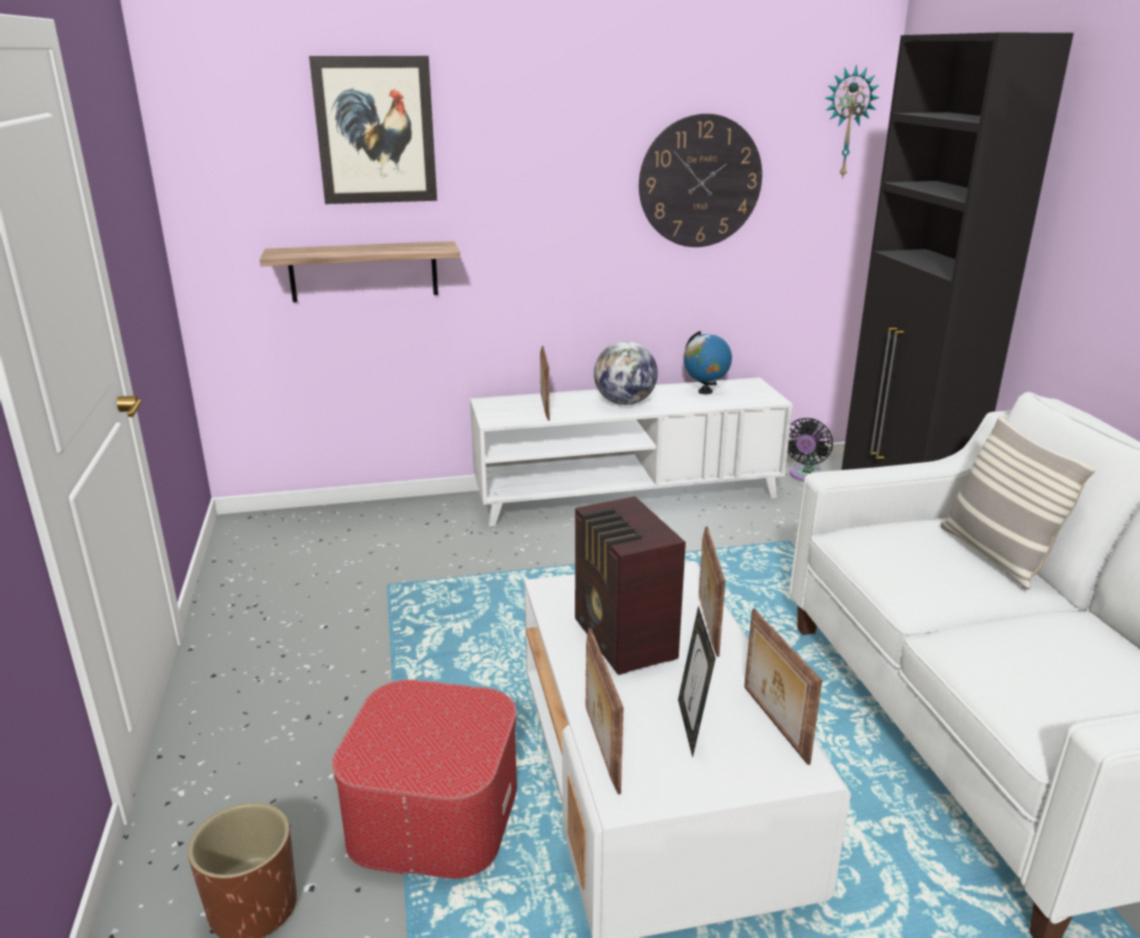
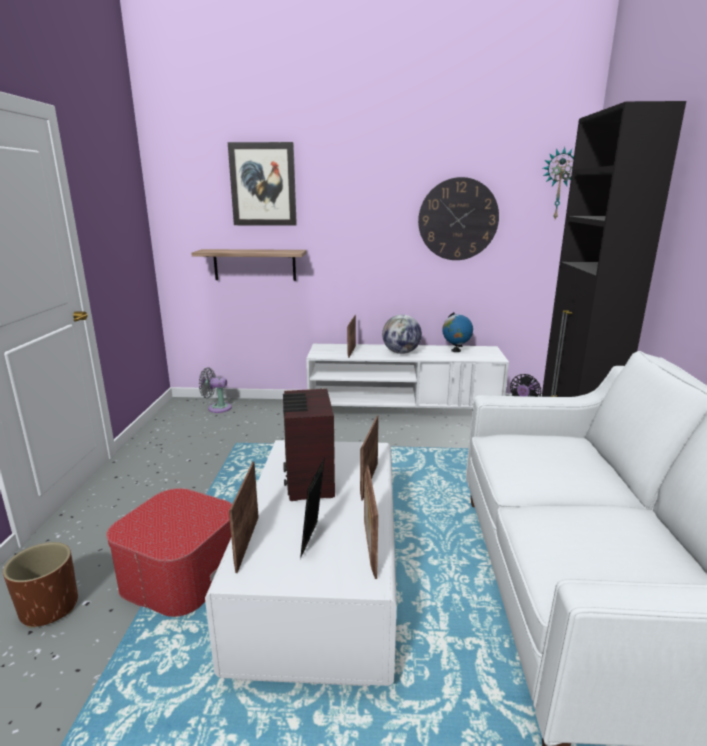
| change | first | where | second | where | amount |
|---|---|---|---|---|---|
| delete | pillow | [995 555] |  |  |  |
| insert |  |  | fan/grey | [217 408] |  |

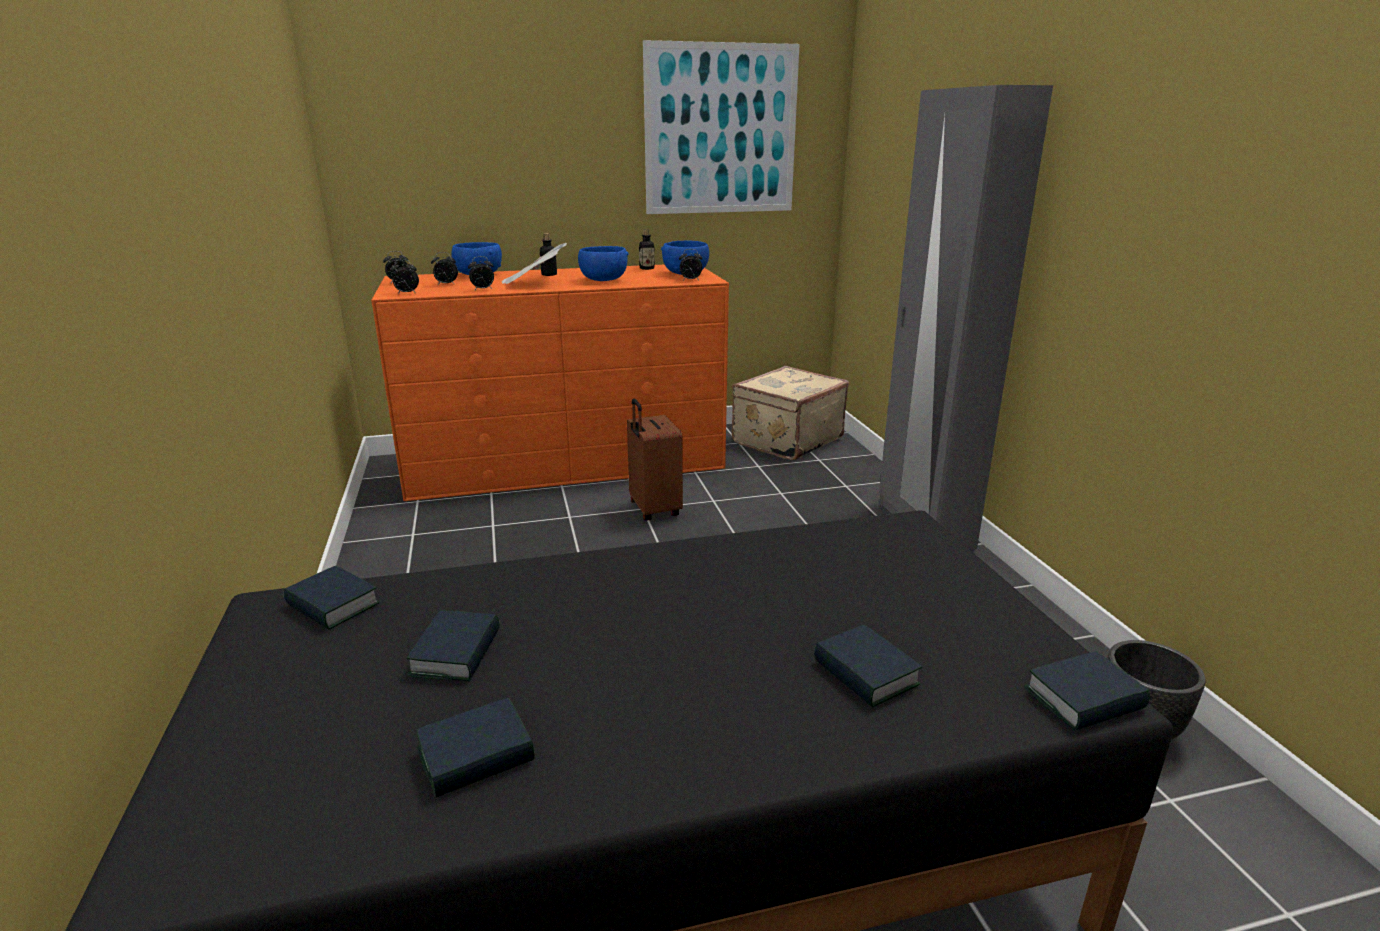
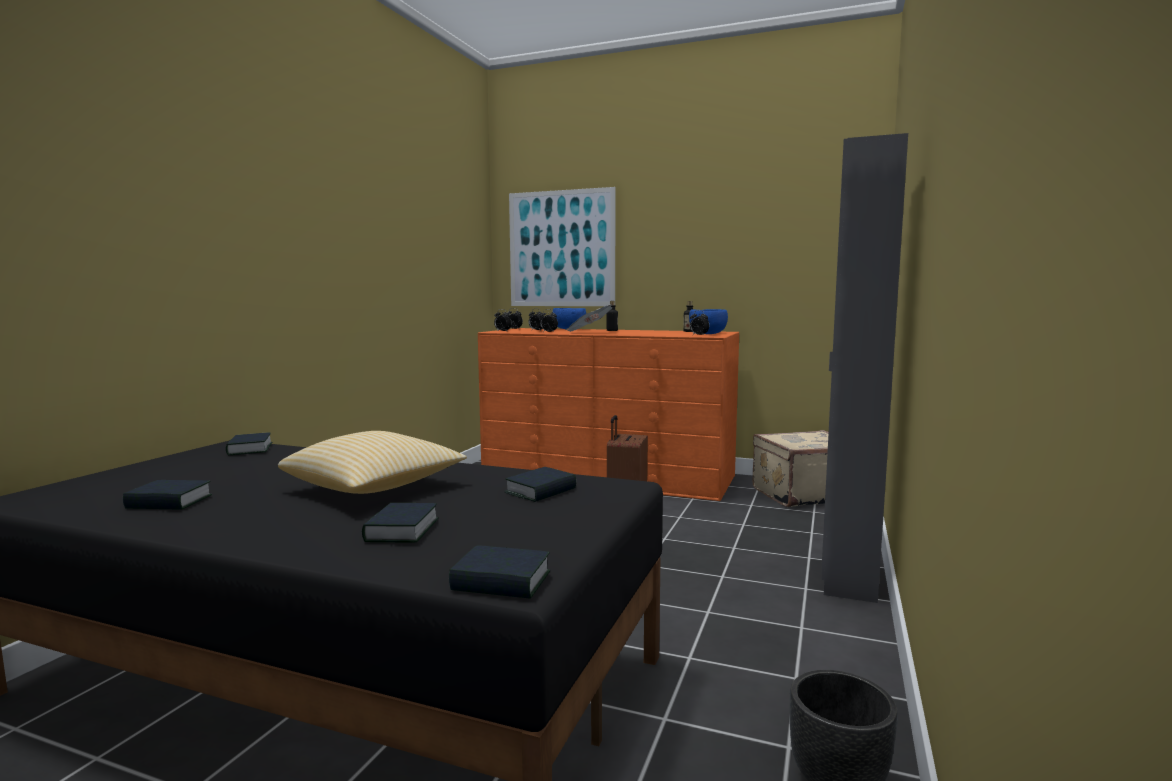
| change | first | where | second | where | amount |
|---|---|---|---|---|---|
| move | book | [456 653] |  | [541 491] |  |
| delete | bowl/blue | [603 280] |  |  |  |
| move | picture | [721 130] |  | [561 249] |  |
| insert |  |  | pillow | [374 488] |  |

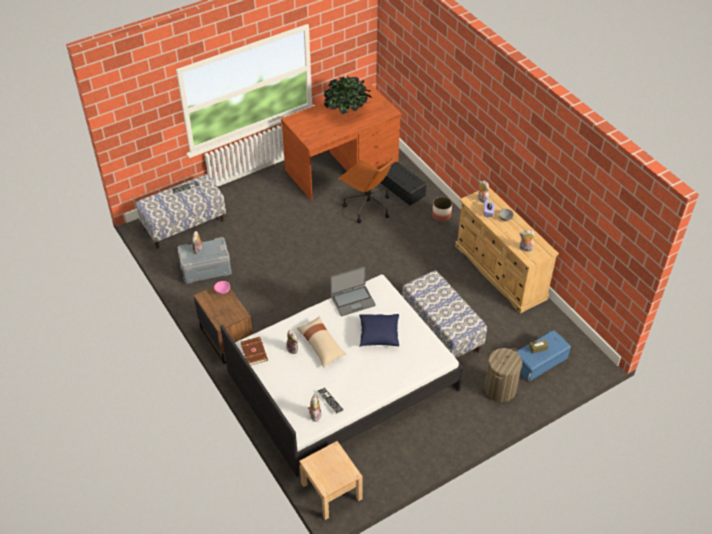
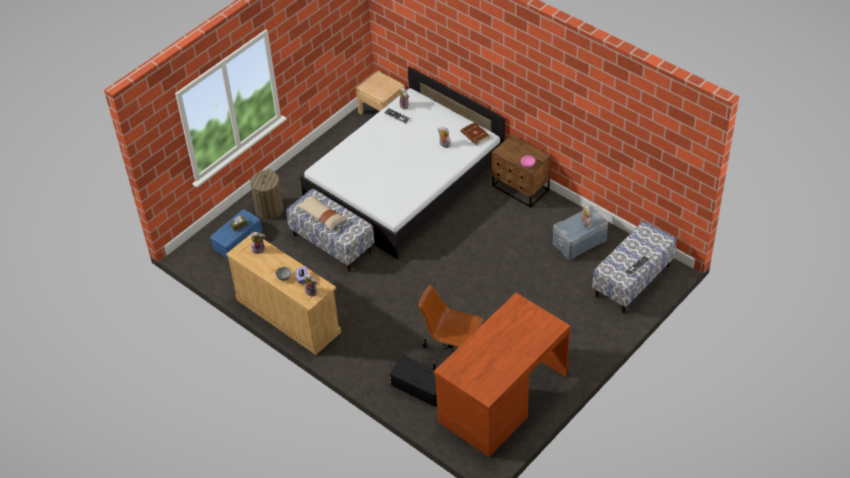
| change | first | where | second | where | amount |
|---|---|---|---|---|---|
| move | pillow/beige | [321 345] |  | [322 216] |  |
| delete | potted plant | [347 113] |  |  |  |
| delete | laptop | [352 300] |  |  |  |
| delete | pillow/blue | [378 335] |  |  |  |
| delete | planter | [441 215] |  |  |  |

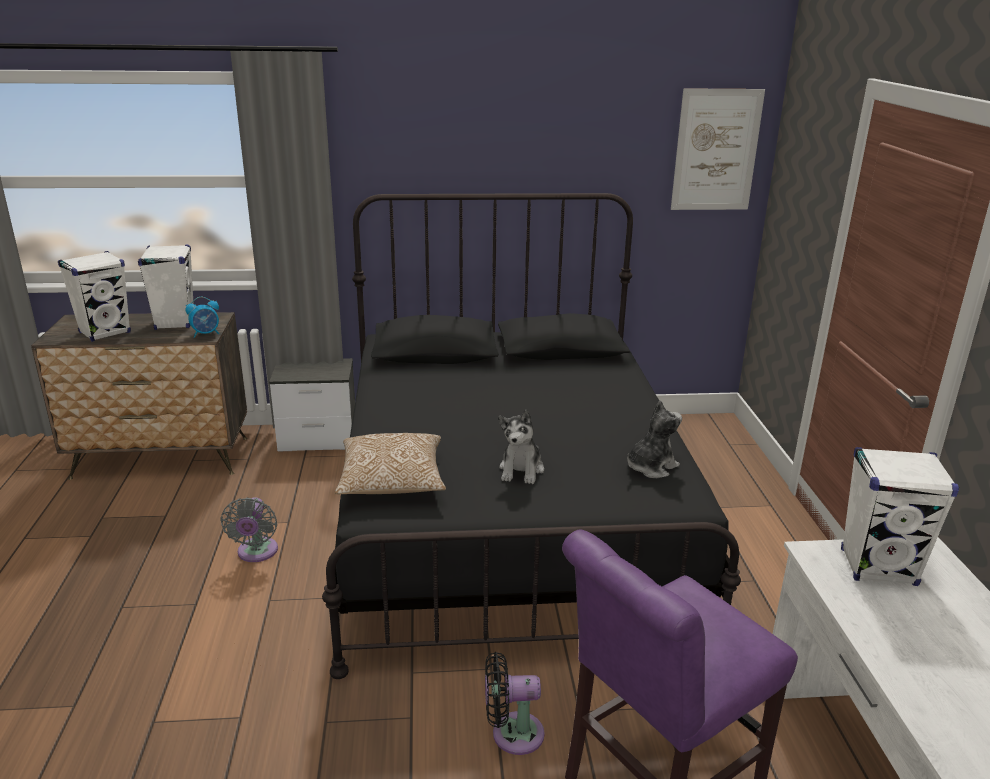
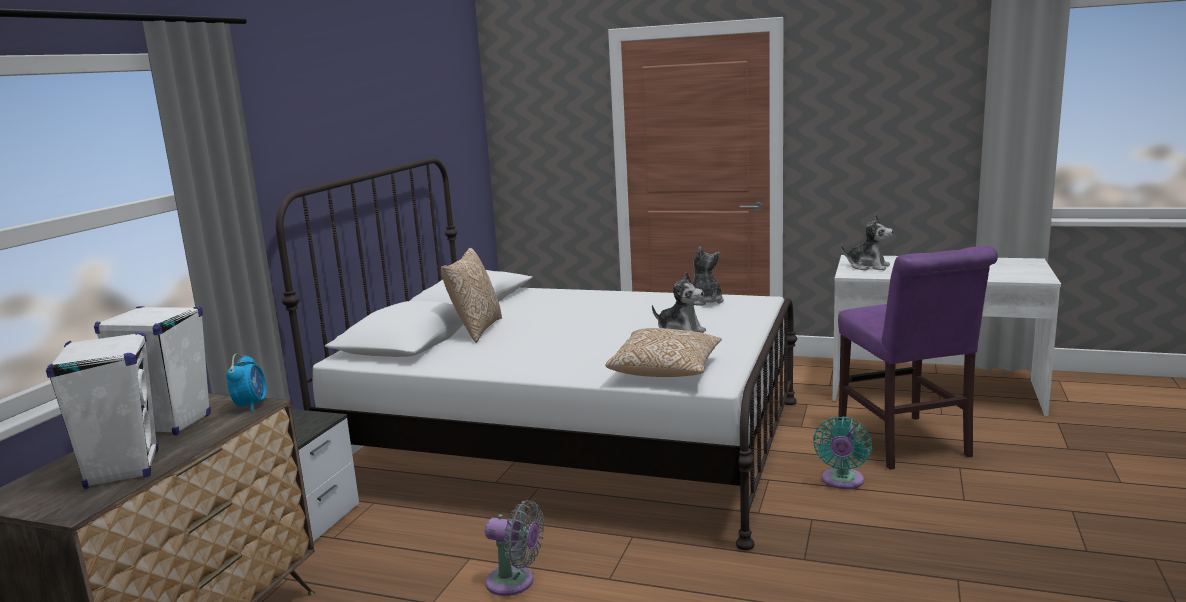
| change | first | where | second | where | amount |
|---|---|---|---|---|---|
| recolor | bed/black | [508 519] | bed/white | [573 444] |  |
| recolor | fan/black | [512 733] | fan/turquoise | [842 481] |  |
| delete | picture | [716 150] |  |  |  |
| replace | speaker/white | [878 567] | plush toy | [868 266] |  |
| insert |  |  | pillow | [475 330] |  |

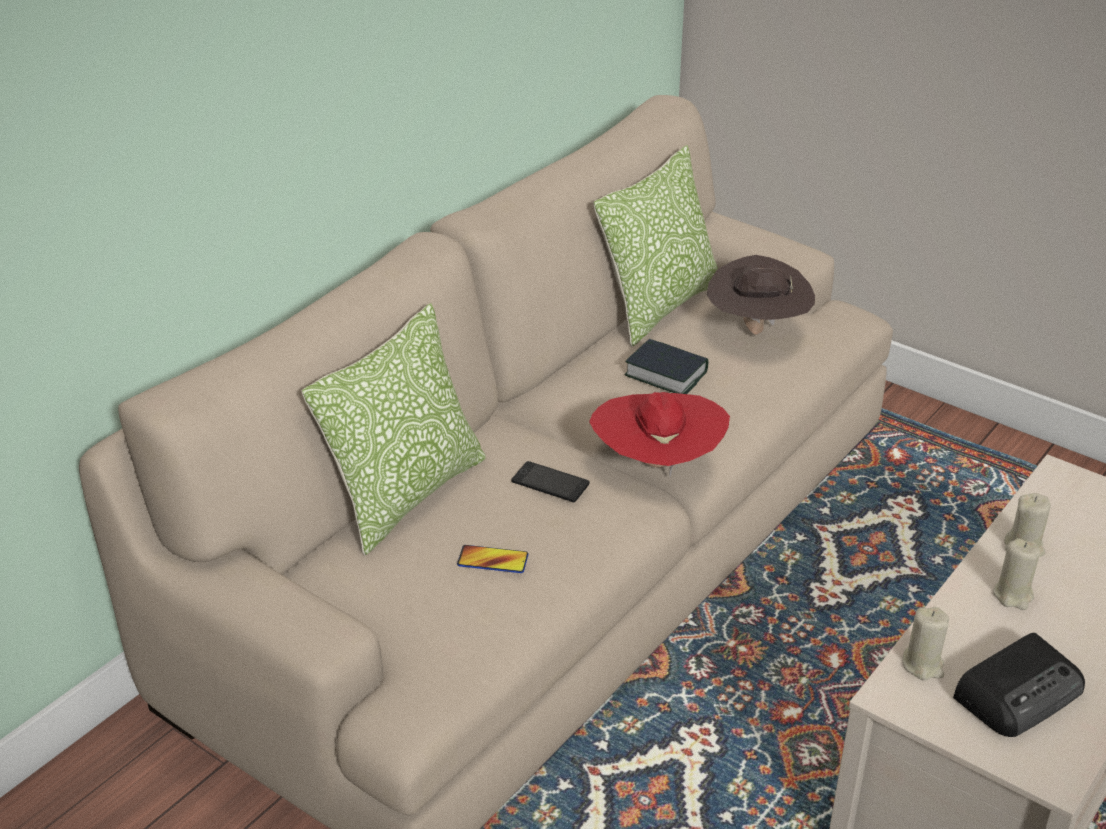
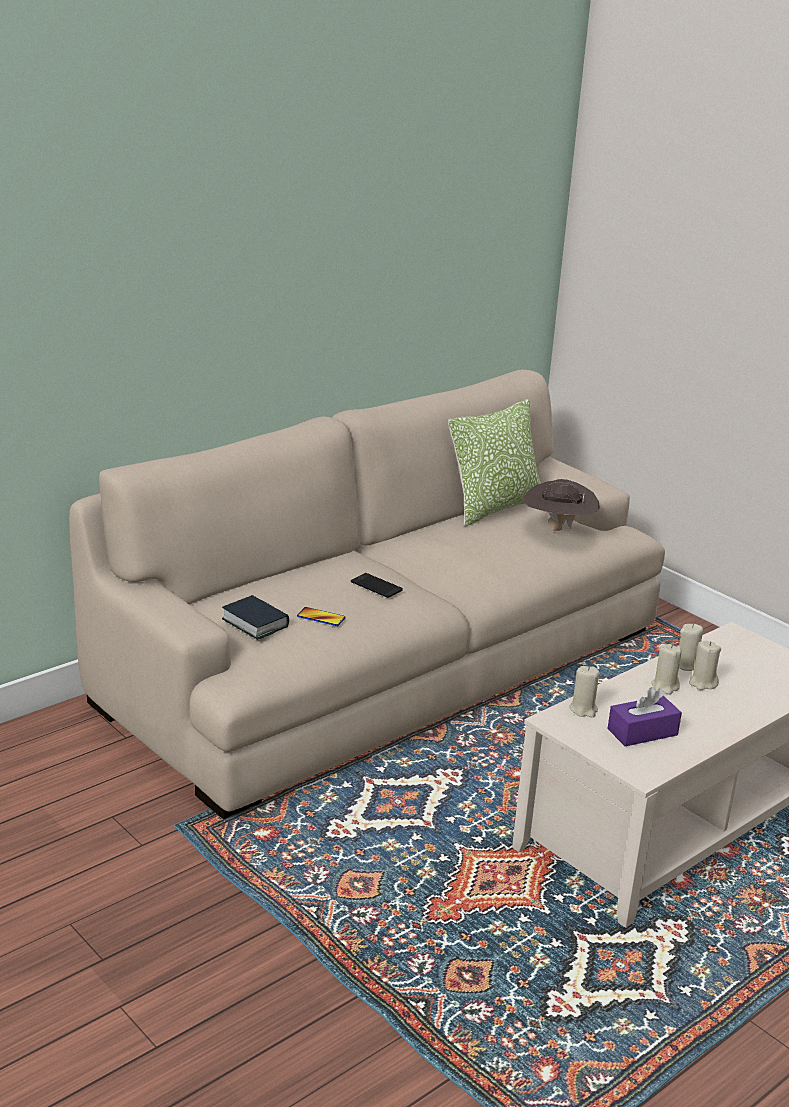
| change | first | where | second | where | amount |
|---|---|---|---|---|---|
| delete | pillow | [406 495] |  |  |  |
| delete | hat/red | [657 465] |  |  |  |
| move | book | [666 374] |  | [255 623] |  |
| replace | radio | [1019 692] | tissue box/purple | [642 732] |  |
| insert |  |  | candle/beige | [702 683] |  |

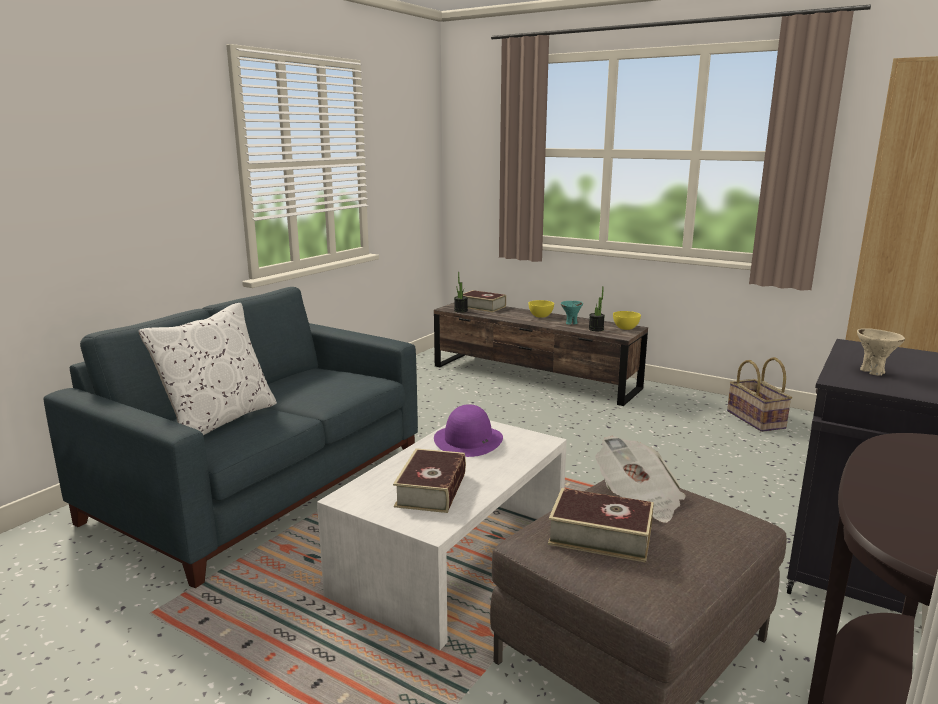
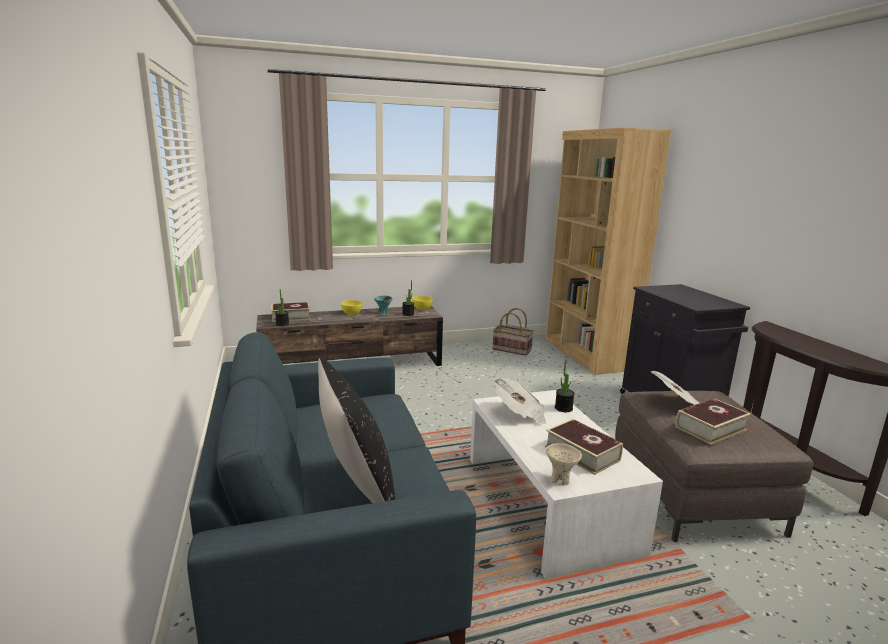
| change | first | where | second | where | amount |
|---|---|---|---|---|---|
| recolor | pillow/white | [219 420] | pillow/black | [356 487] |  |
| replace | hat/purple | [468 440] | newspaper | [520 414] |  |
| move | bowl/beige | [873 372] |  | [560 480] |  |
| insert |  |  | potted plant | [563 408] |  |

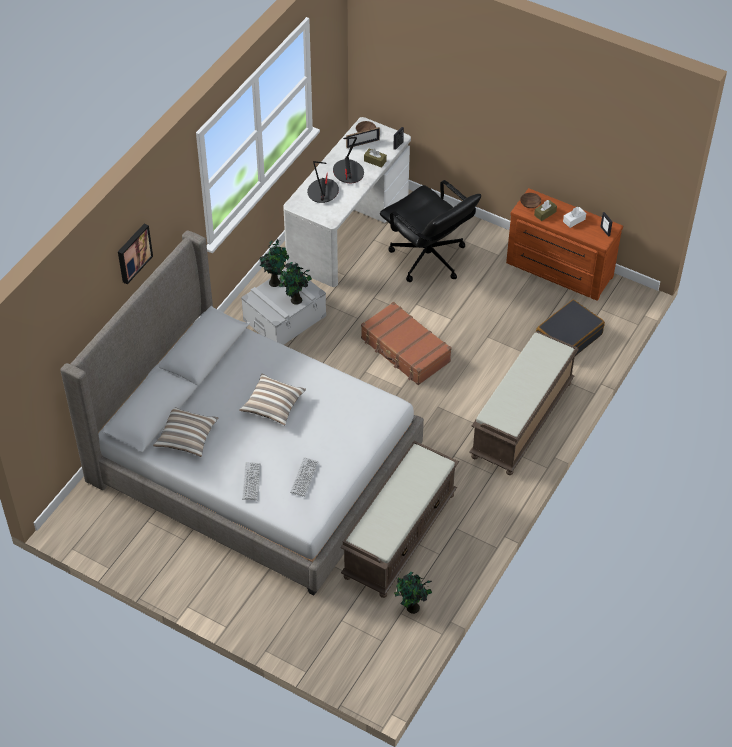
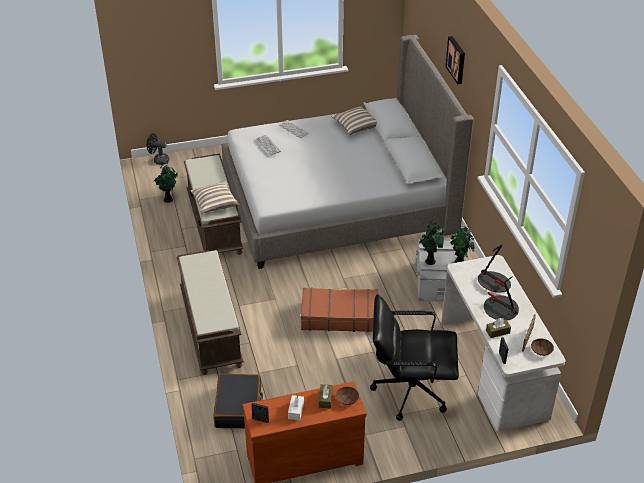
| change | first | where | second | where | amount |
|---|---|---|---|---|---|
| move | pillow | [273 406] |  | [215 204] |  |
| insert |  |  | fan/black | [158 160] |  |

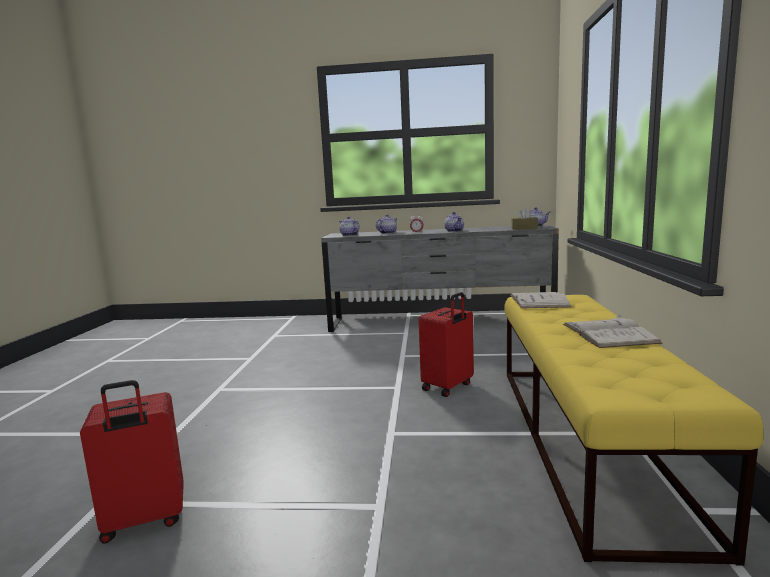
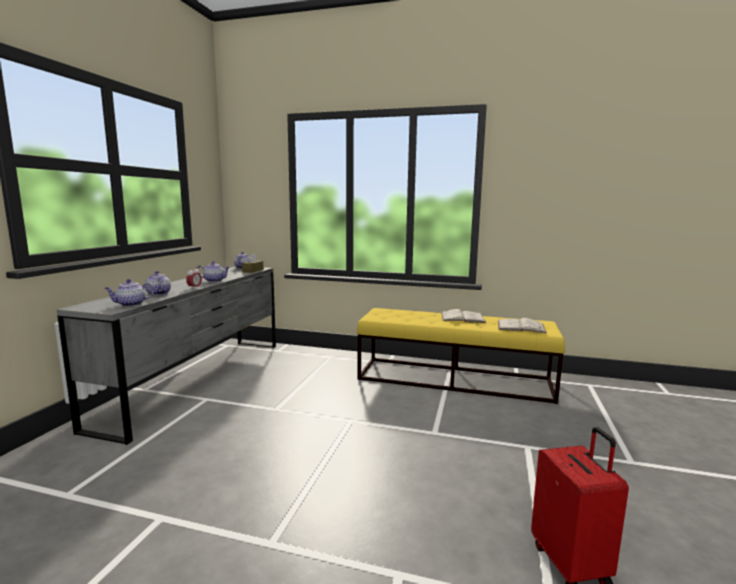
| change | first | where | second | where | amount |
|---|---|---|---|---|---|
| delete | suitcase/red | [448 387] |  |  |  |
| move | book/white | [539 301] |  | [521 327] |  |

